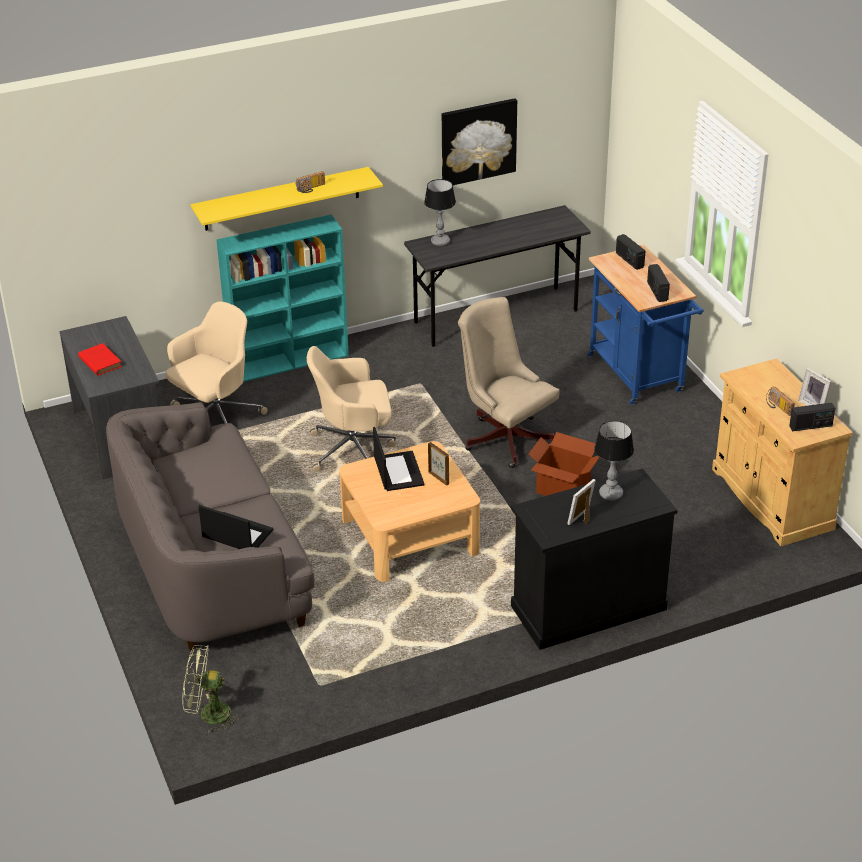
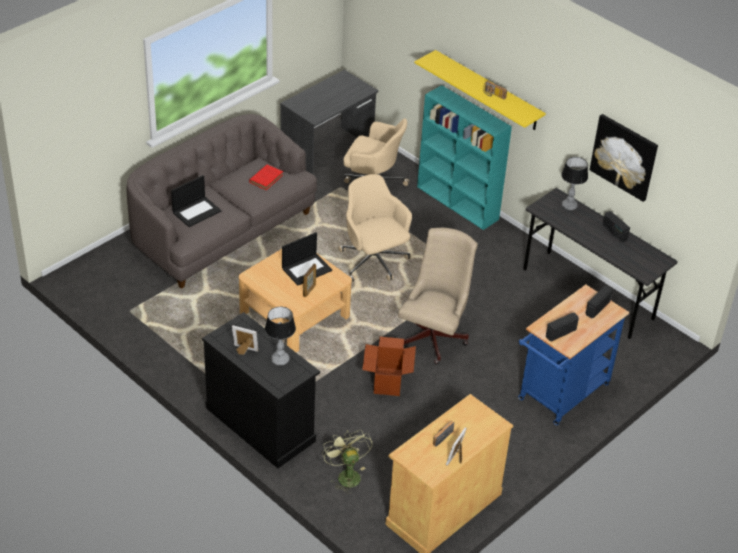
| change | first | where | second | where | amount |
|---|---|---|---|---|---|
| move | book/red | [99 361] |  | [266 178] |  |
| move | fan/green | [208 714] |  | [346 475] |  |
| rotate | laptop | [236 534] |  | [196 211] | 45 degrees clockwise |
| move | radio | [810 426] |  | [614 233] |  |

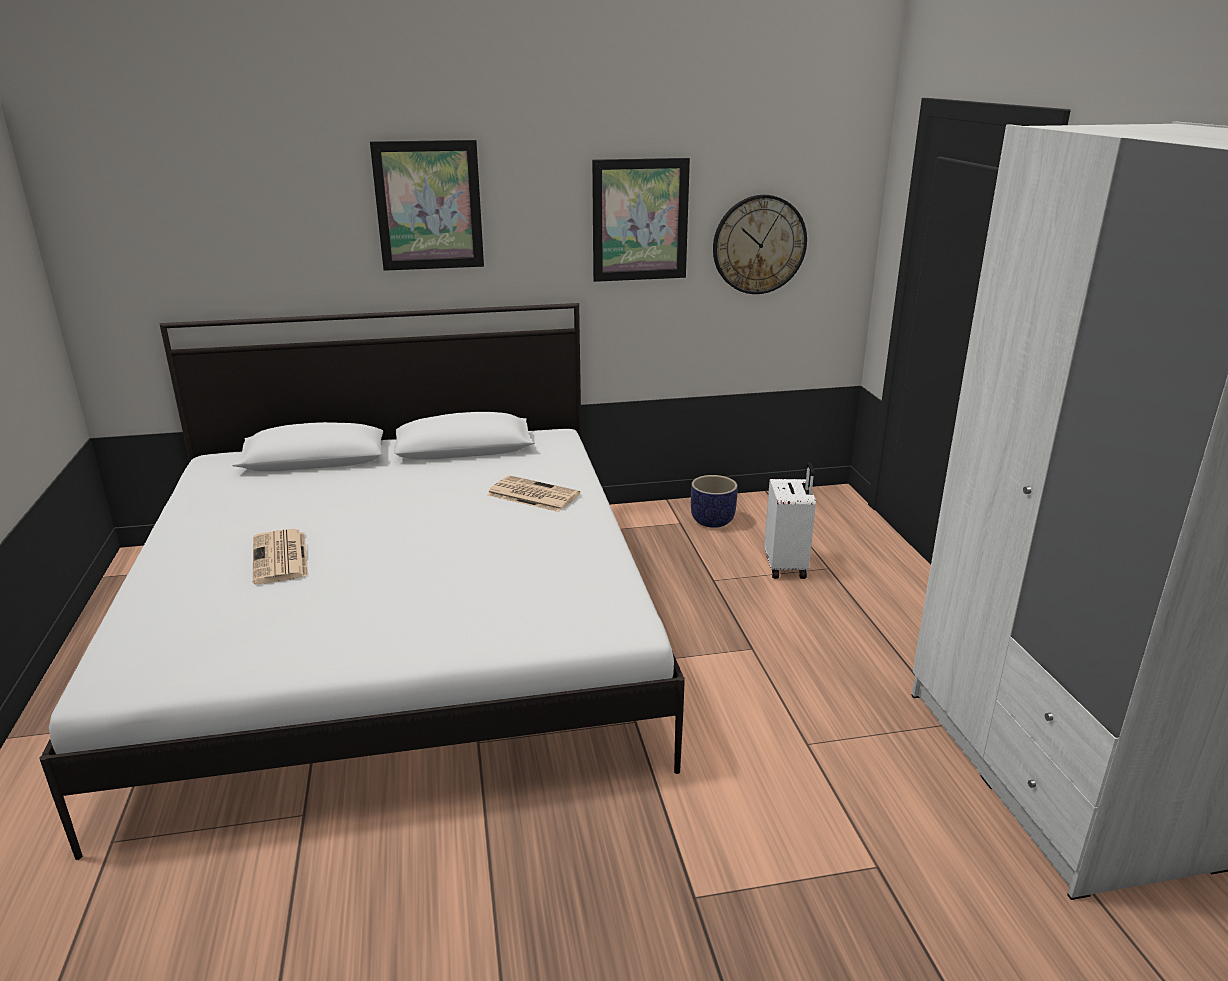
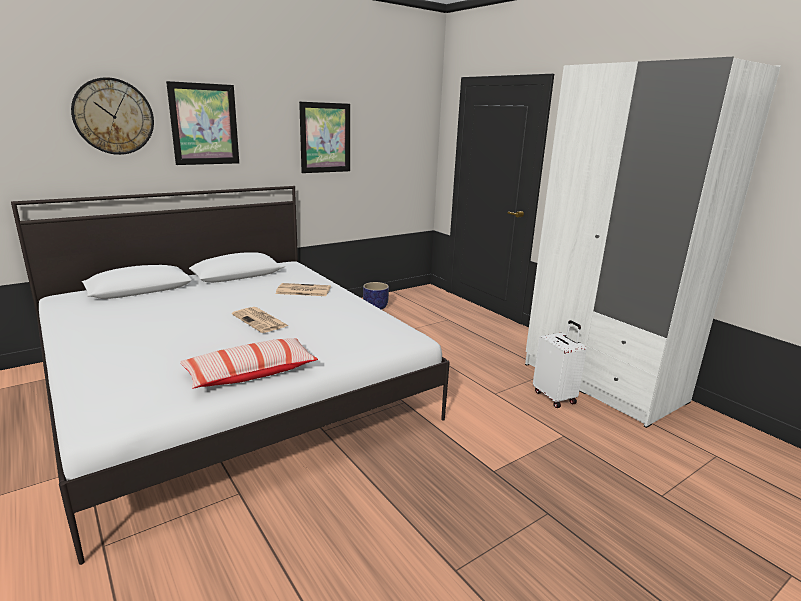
| change | first | where | second | where | amount |
|---|---|---|---|---|---|
| move | newspaper | [281 558] |  | [260 320] |  |
| move | wall clock | [759 244] |  | [113 116] |  |
| move | suitcase/white | [787 566] |  | [555 397] |  |
| insert |  |  | pillow | [251 373] |  |

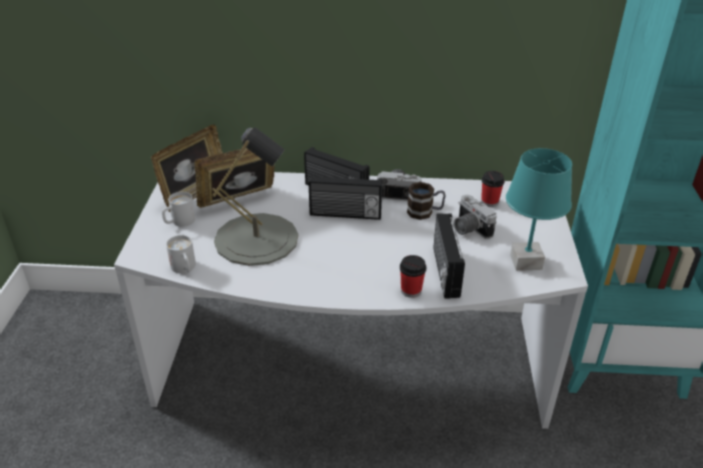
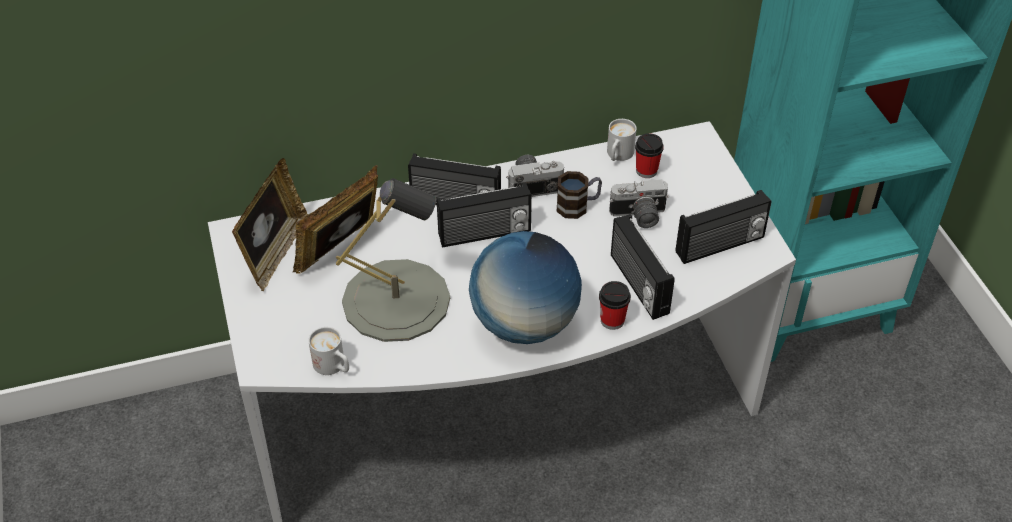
| change | first | where | second | where | amount |
|---|---|---|---|---|---|
| move | mug/white | [179 222] |  | [618 155] |  |
| rotate | photo camera | [468 229] |  | [639 217] | 45 degrees counterclockwise |
| replace | table lamp/turquoise | [526 262] | radio | [720 246] |  |
| insert |  |  | globe | [524 324] |  |

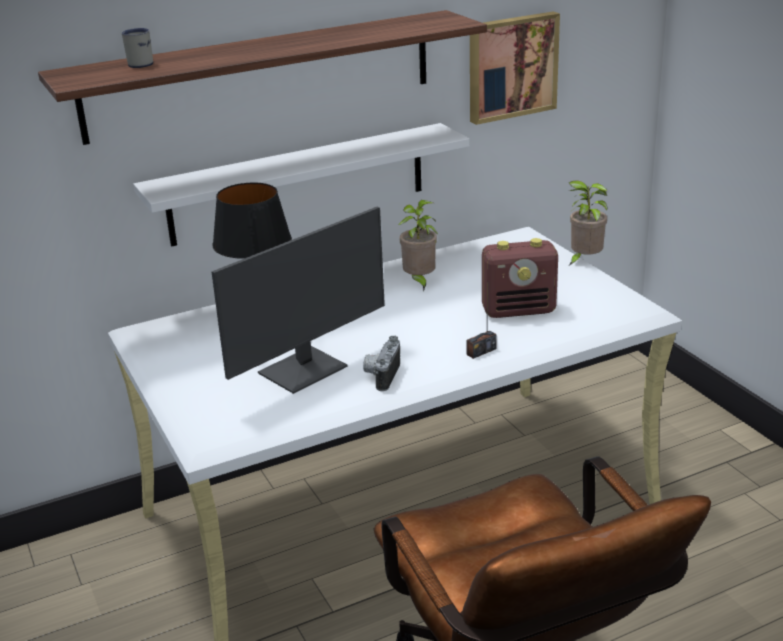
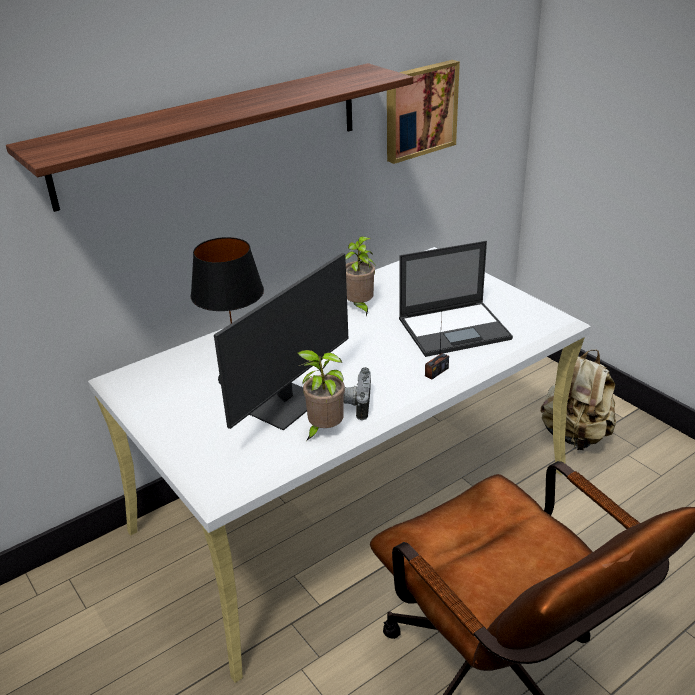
| change | first | where | second | where | amount |
|---|---|---|---|---|---|
| delete | mug/white | [142 63] |  |  |  |
| delete | shelf/white | [298 184] |  |  |  |
| replace | radio | [519 310] | laptop | [455 328] |  |
| move | potted plant | [584 261] |  | [323 430] |  |
| insert |  |  | backpack/beige | [575 435] |  |

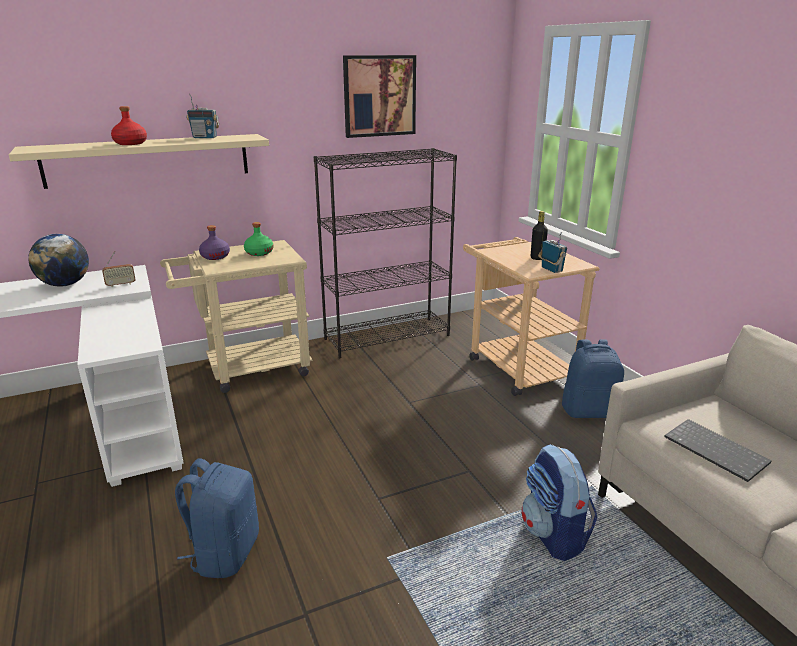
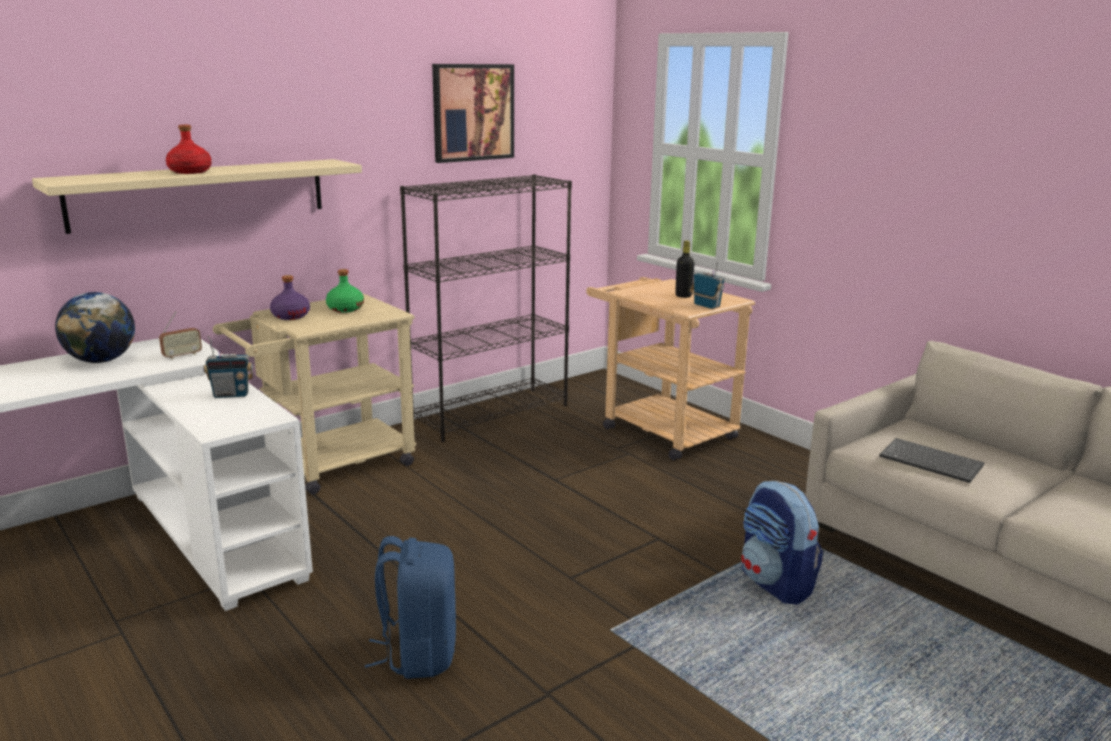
| change | first | where | second | where | amount |
|---|---|---|---|---|---|
| move | radio | [205 137] |  | [231 395] |  |
| delete | backpack/blue | [588 411] |  |  |  |

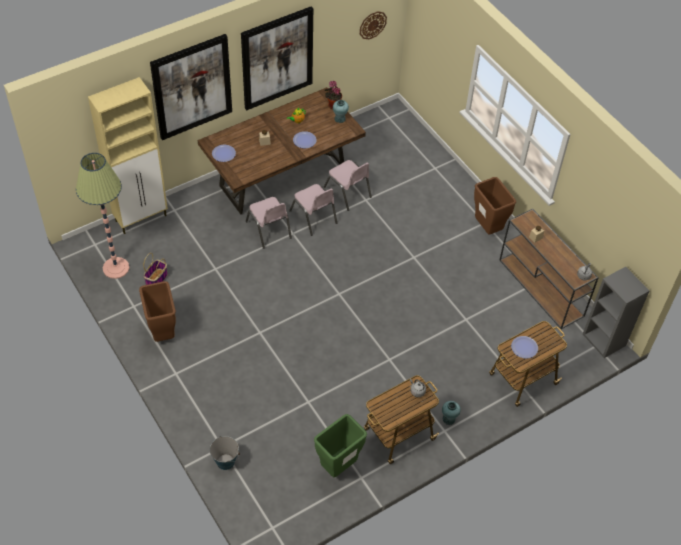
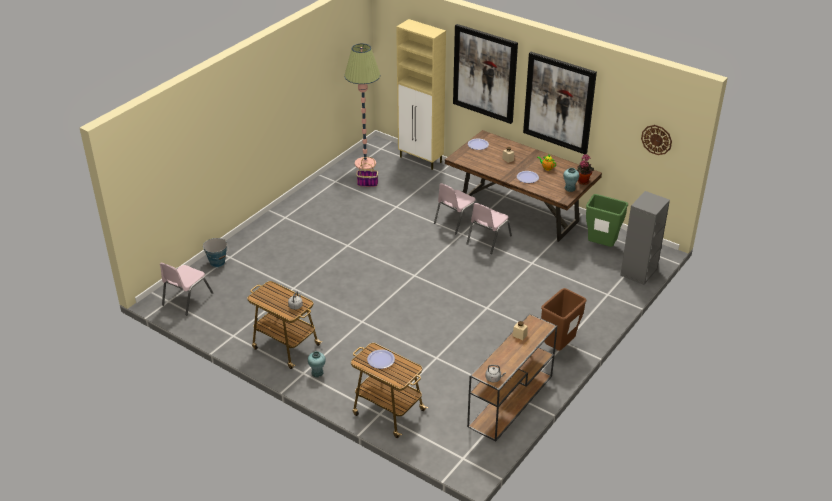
| change | first | where | second | where | amount |
|---|---|---|---|---|---|
| delete | trash can/brown | [162 333] |  |  |  |
| move | trash can/green | [338 467] |  | [601 246] |  |
| move | chair/pink | [347 193] |  | [187 299] |  |
| move | bookcase/grey | [604 340] |  | [639 272] |  |

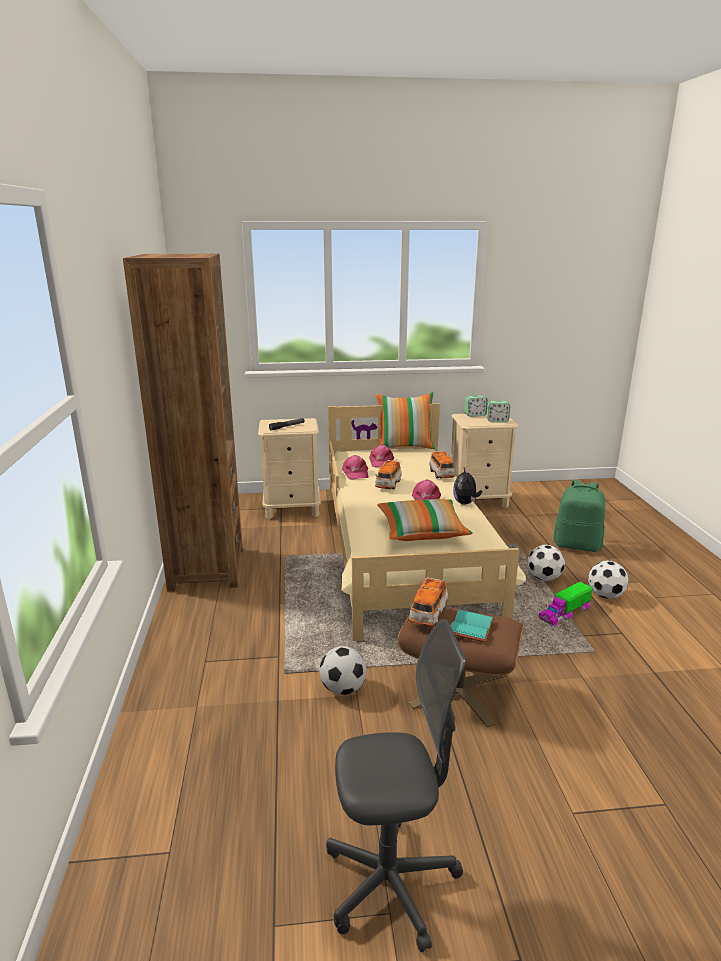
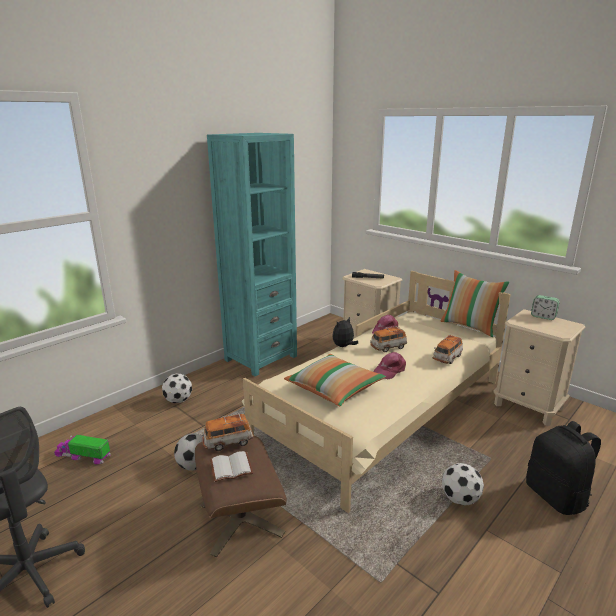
| change | first | where | second | where | amount |
|---|---|---|---|---|---|
| recolor | bookcase/brown | [206 568] | bookcase/turquoise | [260 358] |  |
| delete | cap/pink | [381 462] |  |  |  |
| recolor | book/turquoise | [469 626] | book/white | [231 467] |  |
| move | plush toy | [465 503] |  | [343 346] |  |
| delete | alarm clock | [497 421] |  |  |  |
| move | toy truck | [564 613] |  | [83 456] |  |
| recolor | backpack/green | [577 545] | backpack/black | [556 496] |  |
| move | football | [605 595] |  | [179 400] |  |

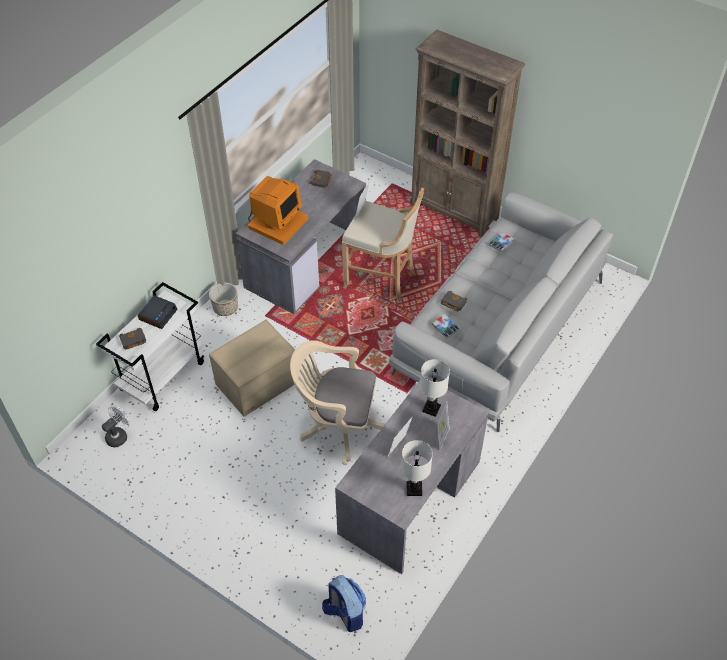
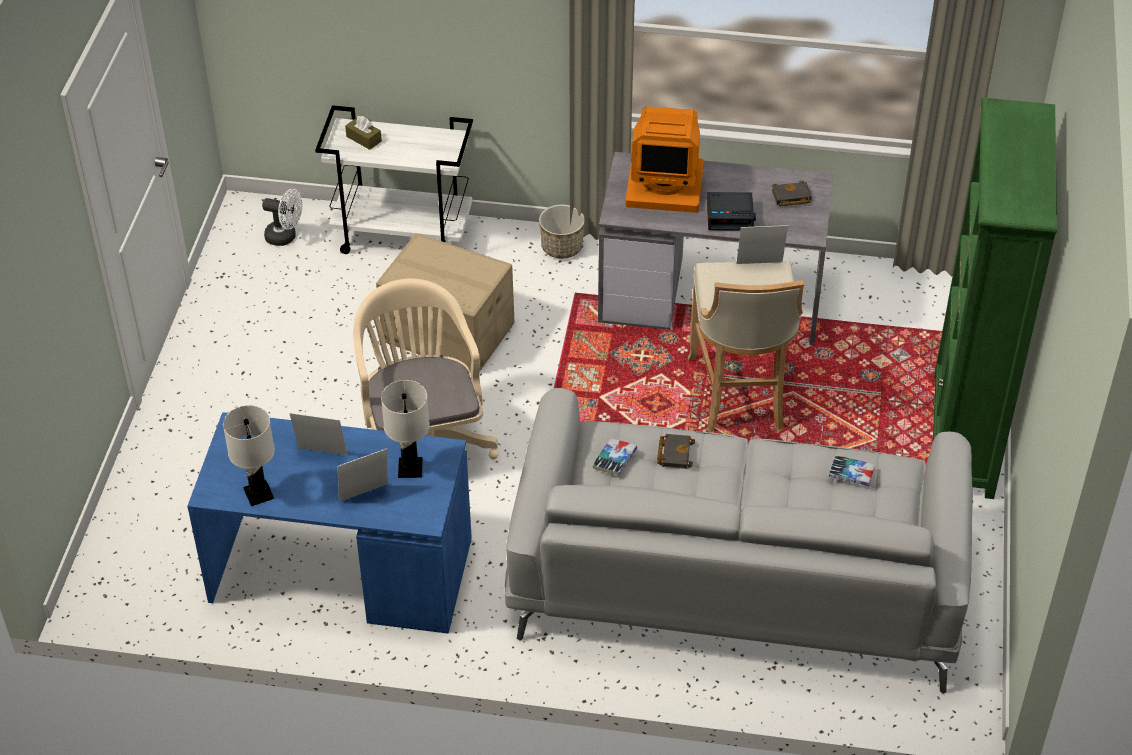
| change | first | where | second | where | amount |
|---|---|---|---|---|---|
| replace | book/black | [132 341] | tissue box/brown | [364 139] |  |
| move | alarm clock | [158 314] |  | [730 216] |  |
| delete | backpack | [345 613] |  |  |  |
| recolor | desk/grey | [410 498] | desk/blue | [339 571] |  |
| recolor | bookcase/brown | [454 211] | bookcase/green | [963 435] |  |

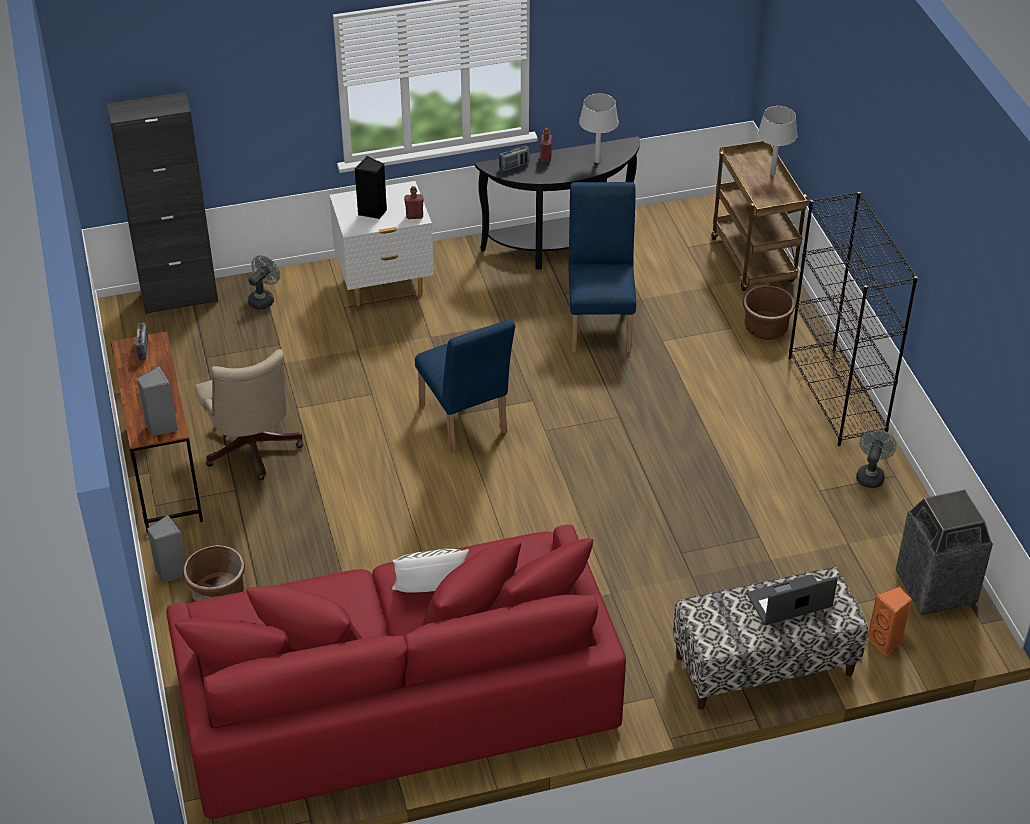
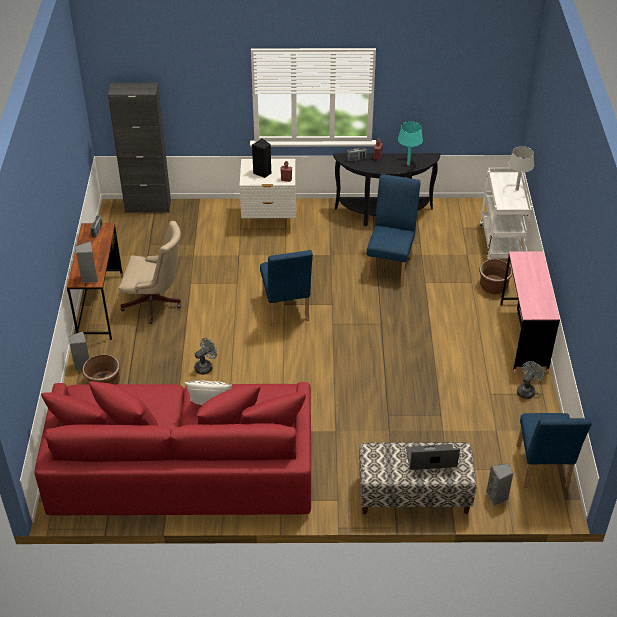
| change | first | where | second | where | amount |
|---|---|---|---|---|---|
| rotate | office chair/beige | [252 451] |  | [155 304] | 75 degrees counterclockwise |
| move | fan/grey | [263 299] |  | [206 366] |  |
| recolor | table lamp/grey | [597 161] | table lamp/turquoise | [408 164] |  |
| recolor | cart/brown | [754 262] | cart/white | [501 244] |  |
| replace | bookcase/black | [837 396] | desk/pink | [523 337] |  |
| recolor | speaker/orange | [886 642] | speaker/grey | [497 497] |  |
| replace | trash can | [935 588] | chair/blue | [542 470] |  |

